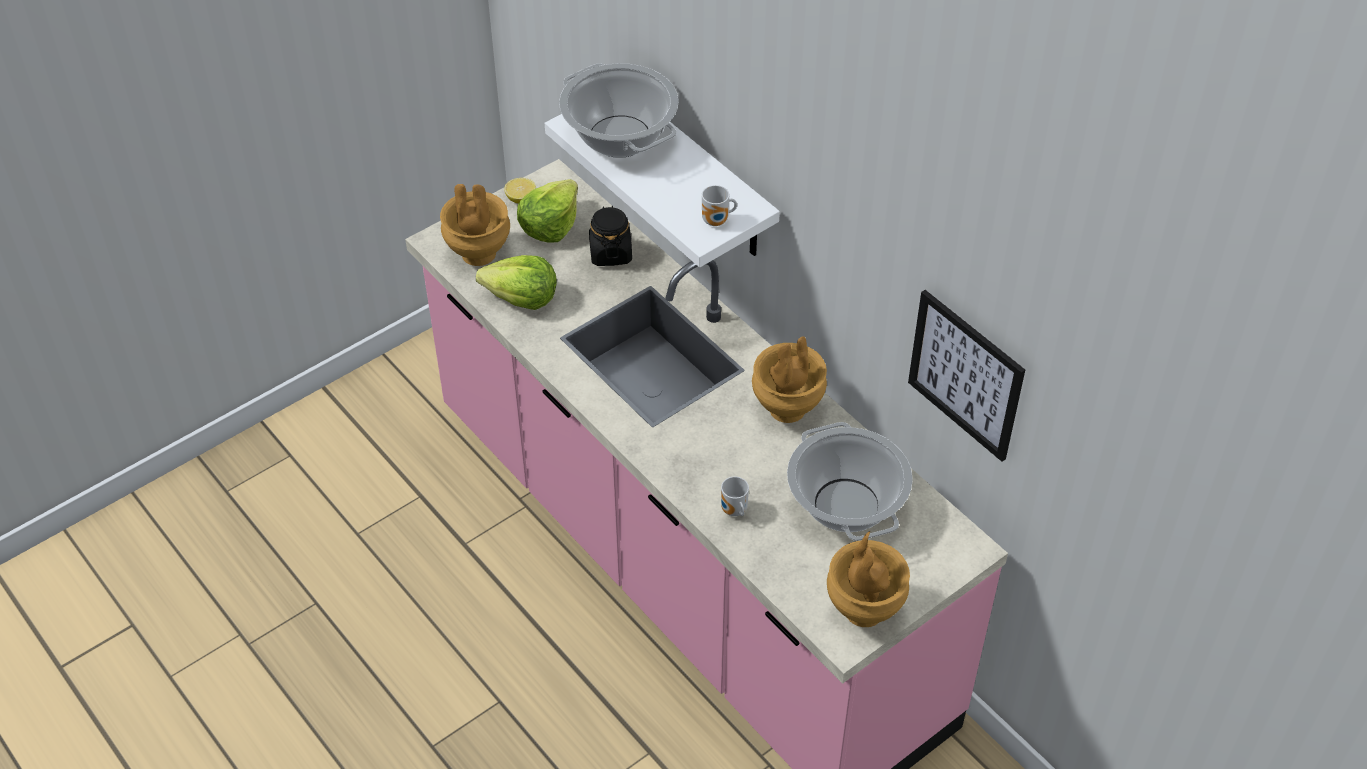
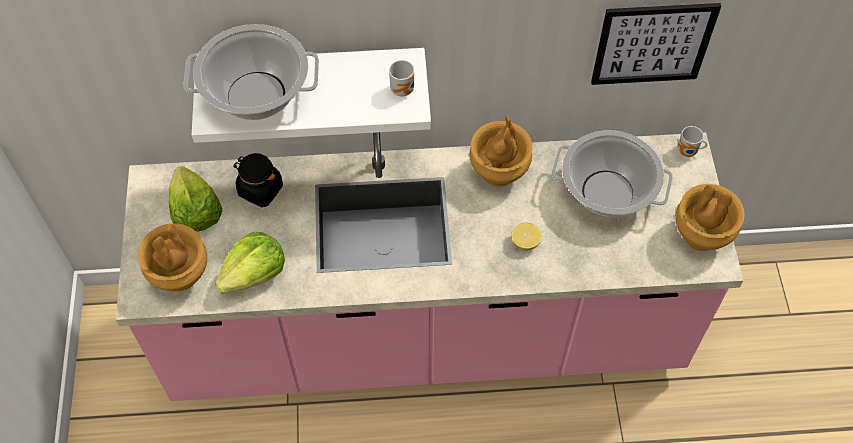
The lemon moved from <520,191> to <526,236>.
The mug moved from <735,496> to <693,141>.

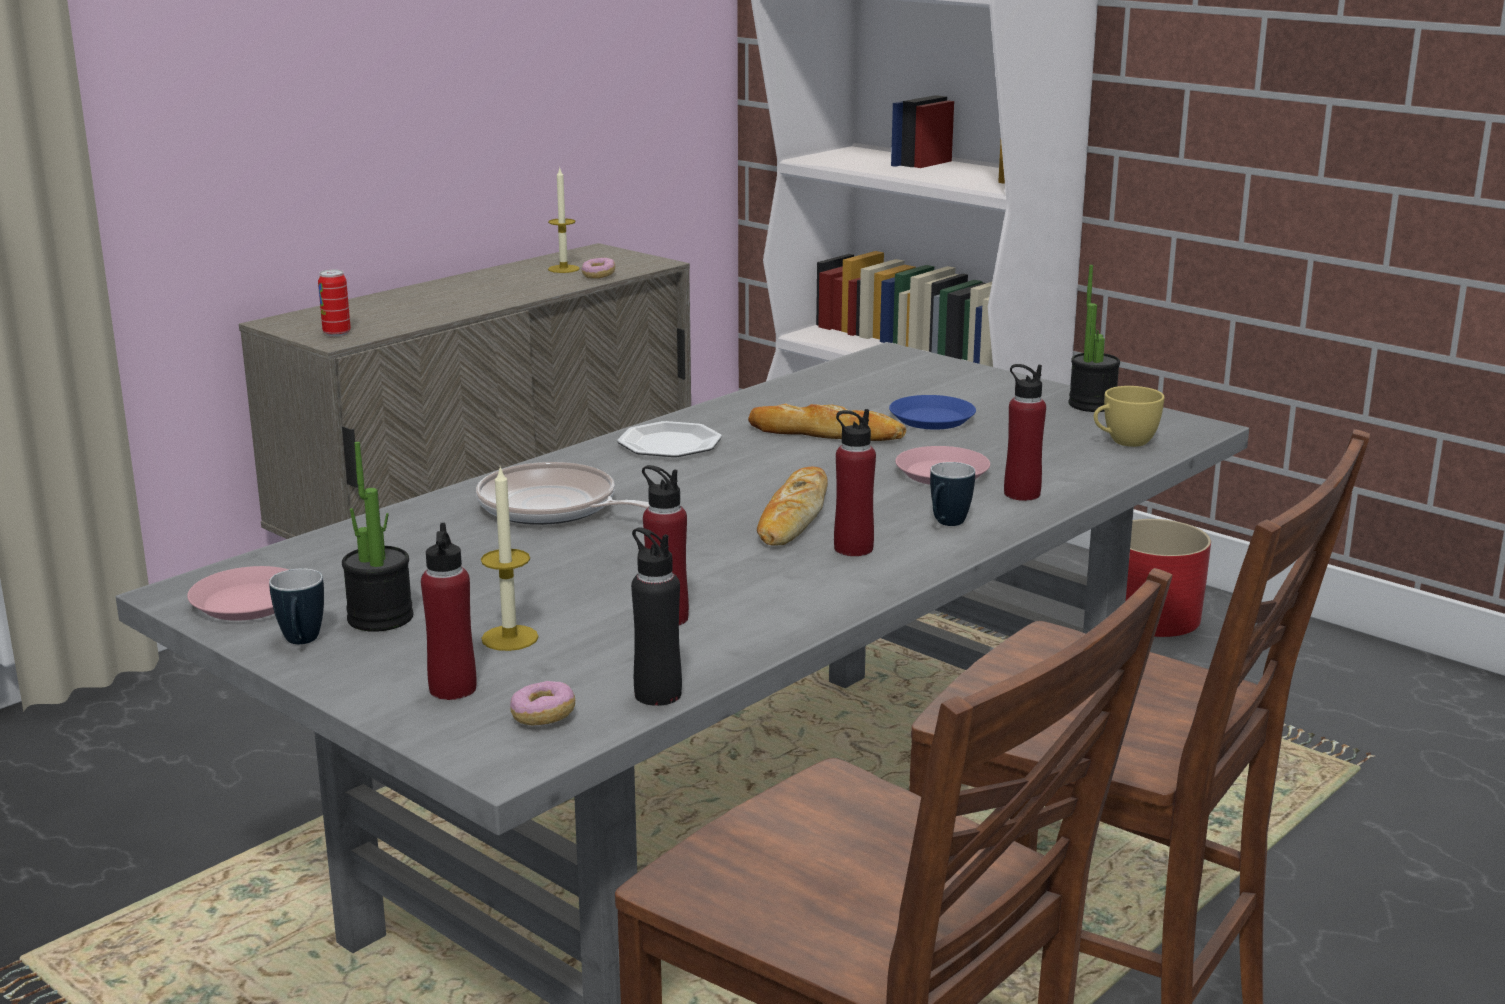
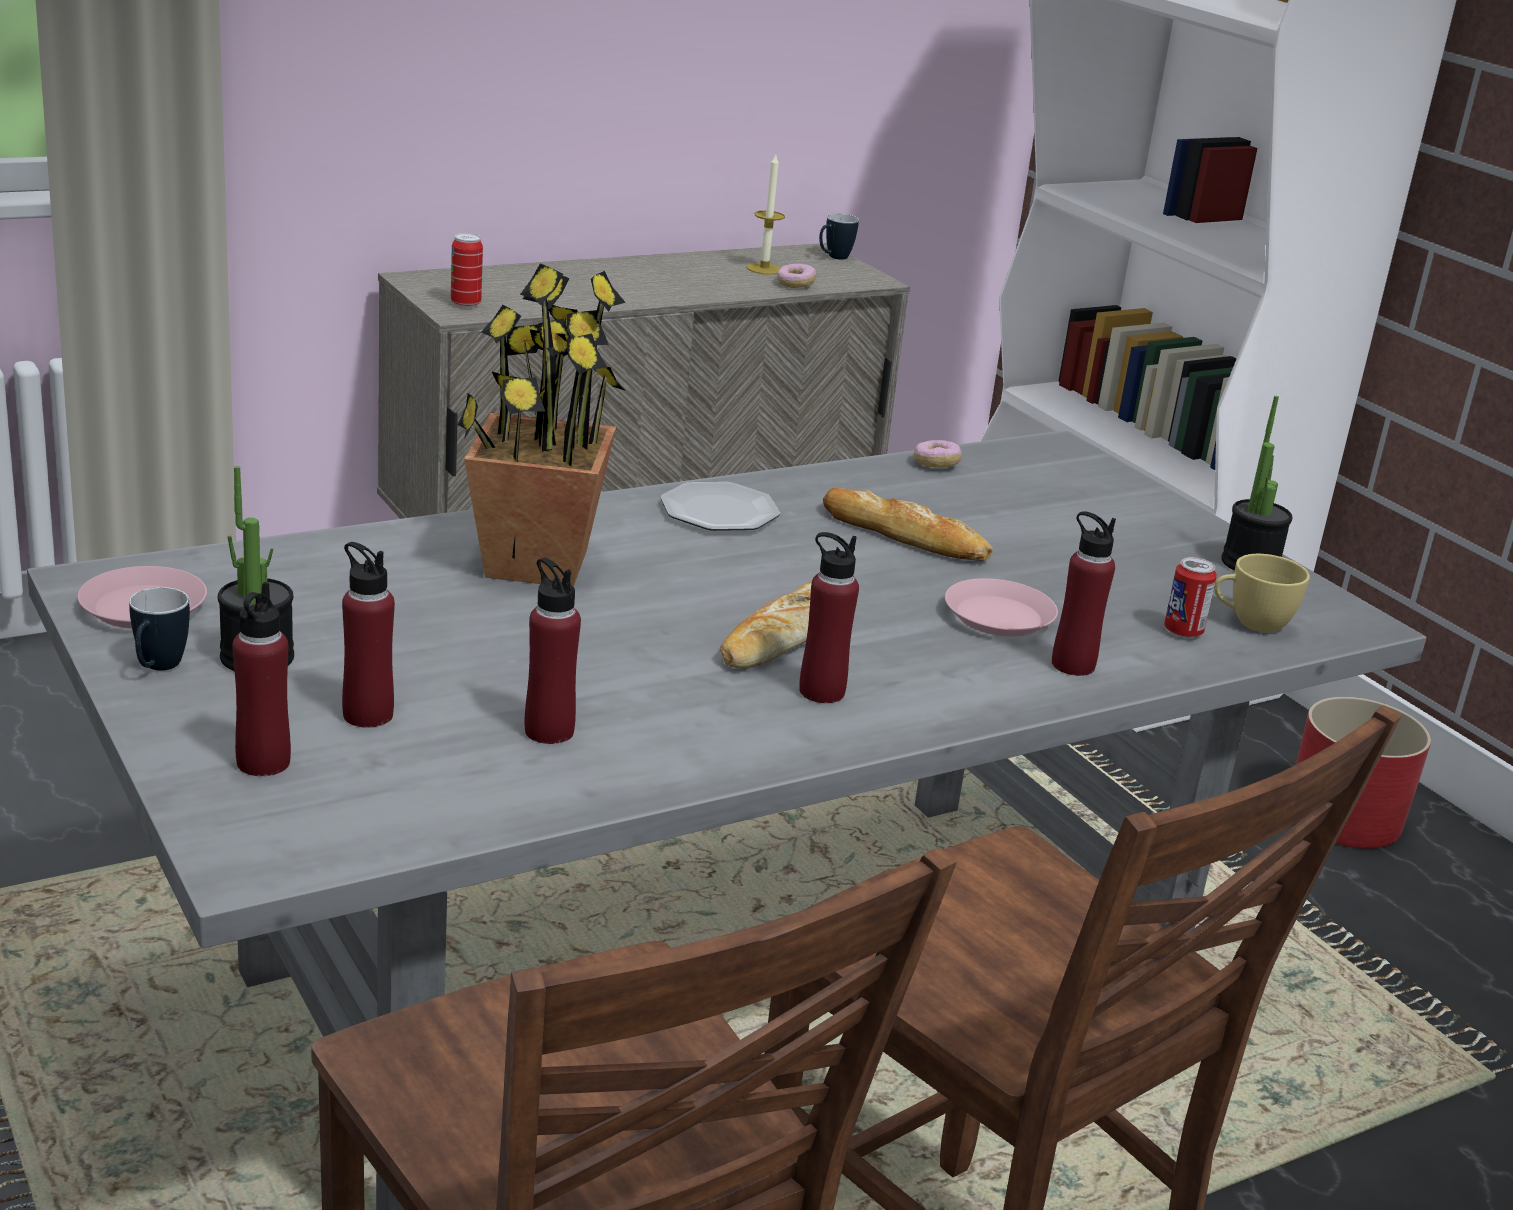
The frying pan at <562,493> was replaced by the potted plant at <542,425>.
The candle at <509,558> was replaced by the bottle/red at <368,635>.
The donut moved from <542,703> to <938,454>.
The bottle/black at <656,616> disappeared.
The plate/blue at <932,412> disappeared.
The mug moved from <952,494> to <839,237>.
The can at <1190,597> appeared.

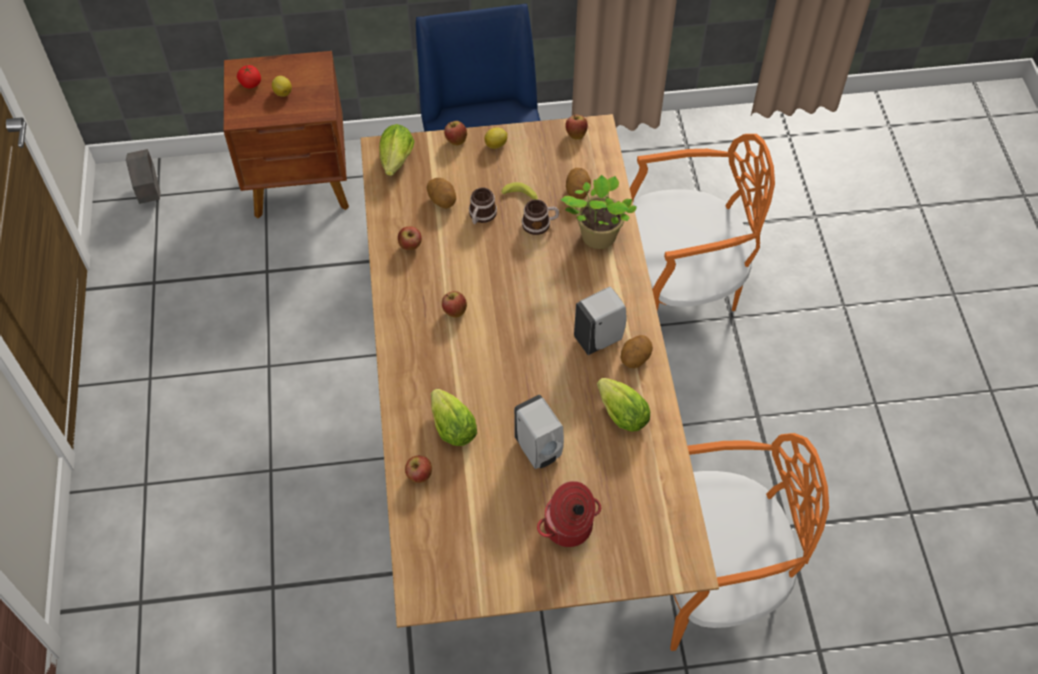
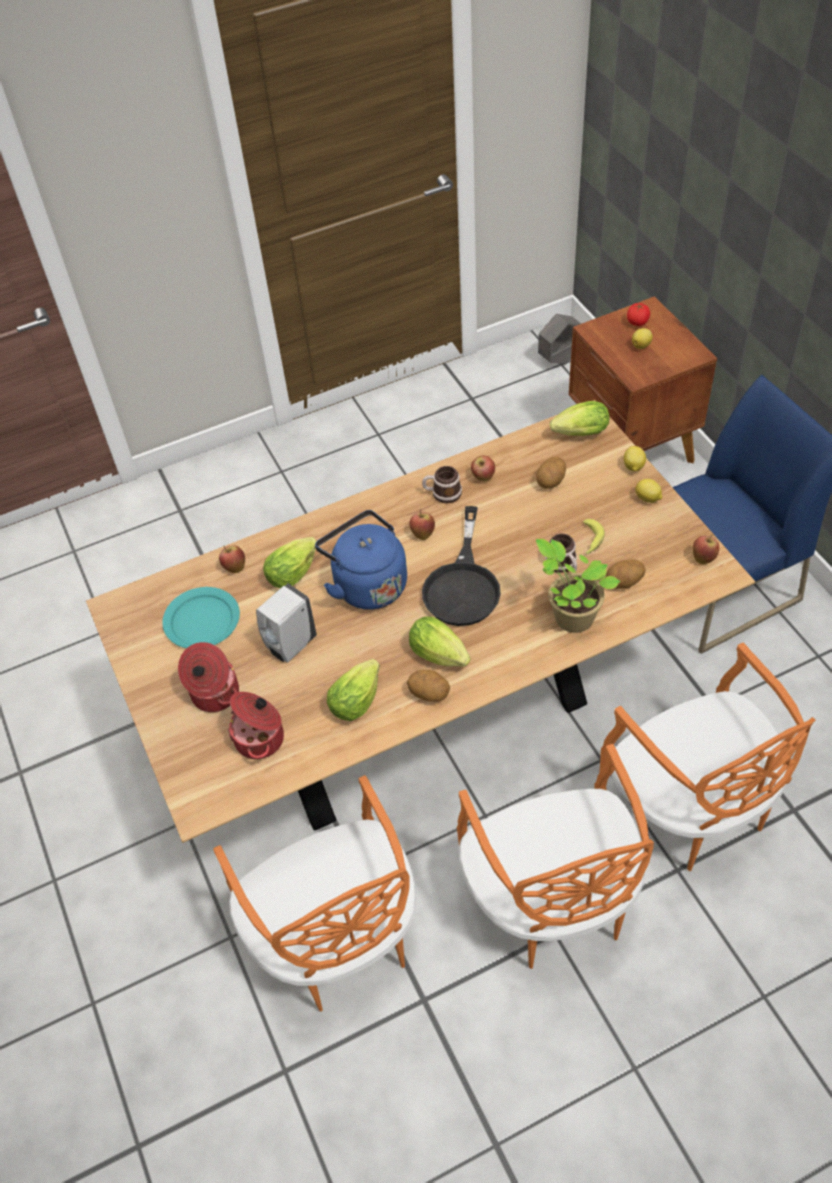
The apple at <455,133> was replaced by the lemon at <635,459>.
The mug moved from <483,205> to <442,484>.
The soap dispenser/white at <600,321> was replaced by the lettuce at <440,641>.
The plate/turquoise at <201,617> appeared.
The cooking pot at <256,725> appeared.
The kettle/blue at <361,560> appeared.
The frying pan/black at <461,566> appeared.
The chair/orange at <555,856> appeared.

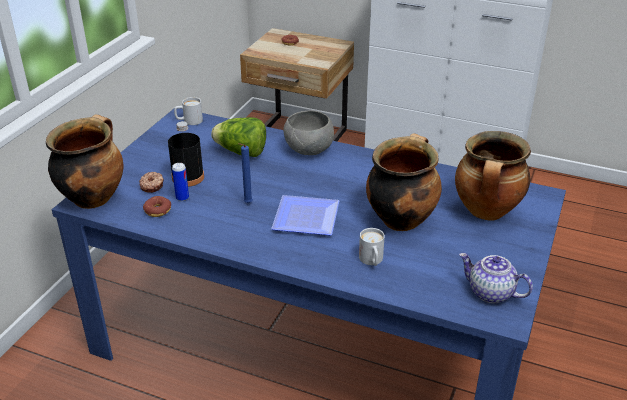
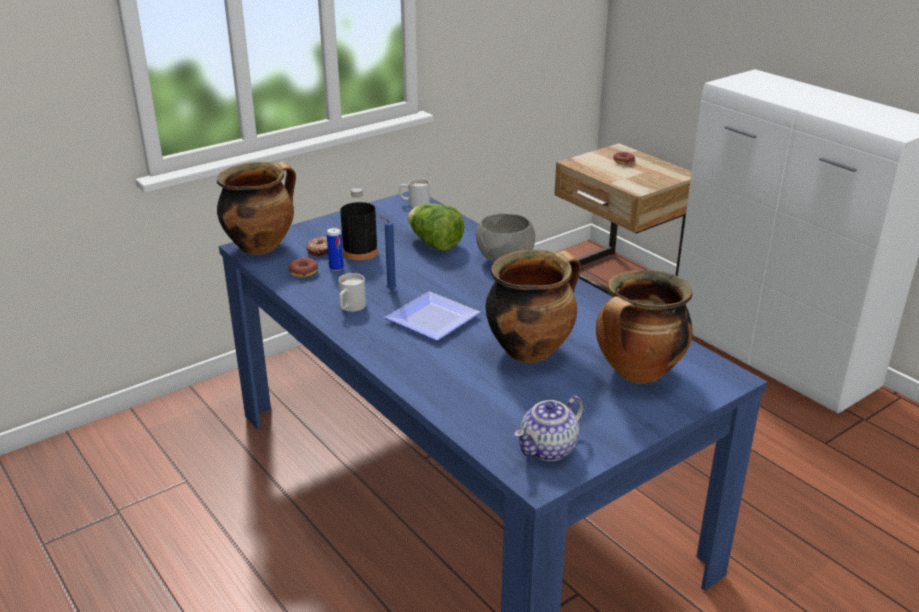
The mug/white moved from <372,247> to <352,292>.
The teapot at <496,278> turned 105 degrees counterclockwise.

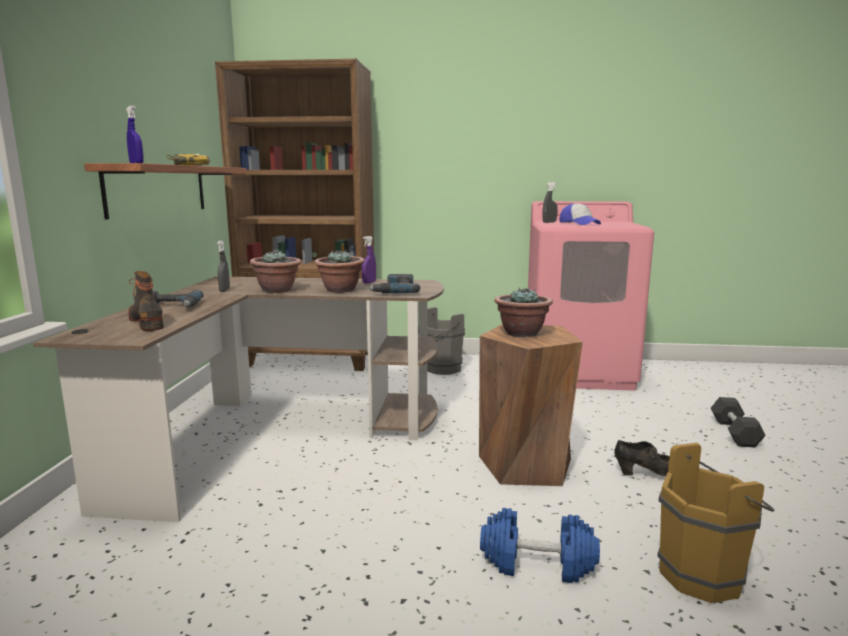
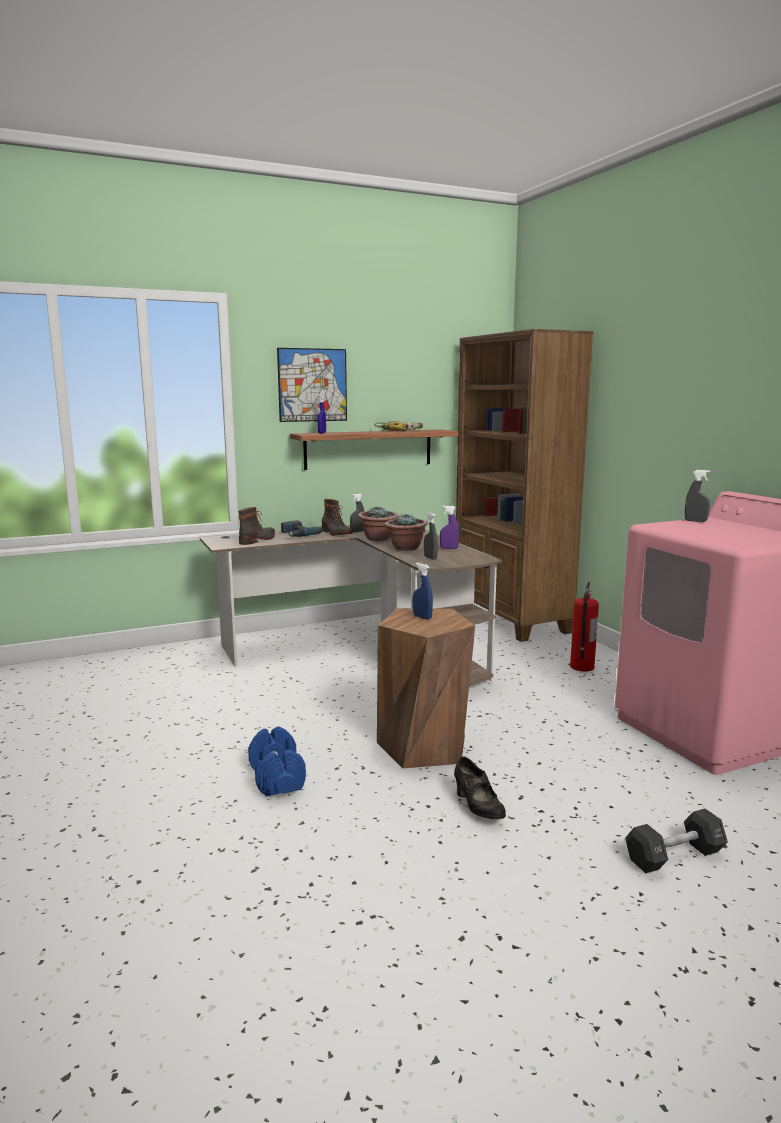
The power drill at <394,283> was replaced by the spray bottle/grey at <431,536>.
The bucket/grey at <441,341> was replaced by the fire extinguisher at <584,627>.
The potted plant at <523,312> was replaced by the spray bottle/blue at <423,591>.
The cap at <580,214> disappeared.
The bucket/brown at <716,523> disappeared.
The picture at <312,385> appeared.
The boot at <337,517> appeared.

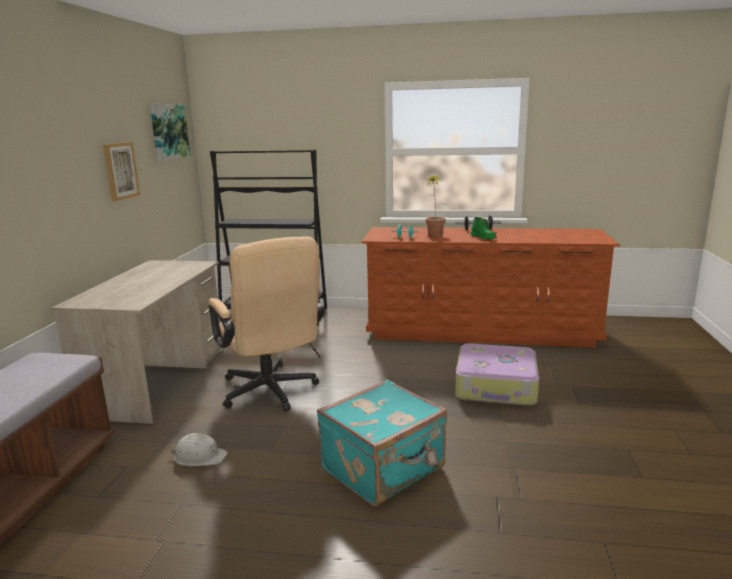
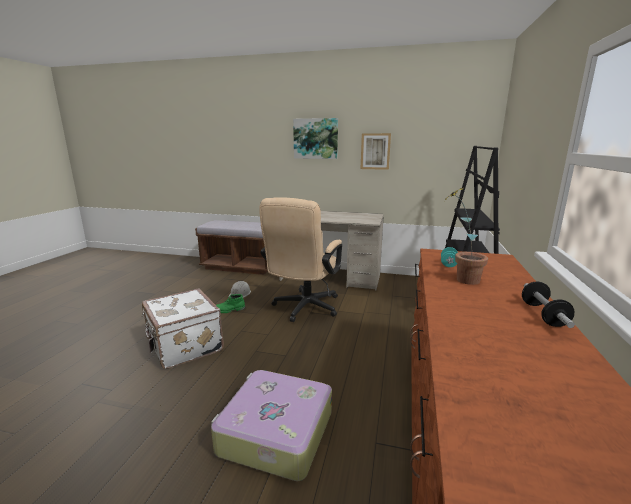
The picture moved from <170,133> to <315,138>.
The office chair/beige at <267,323> turned 45 degrees counterclockwise.
The suitcase/turquoise at <382,442> became the suitcase/white at <183,328>.
The boot/green moved from <484,228> to <230,303>.

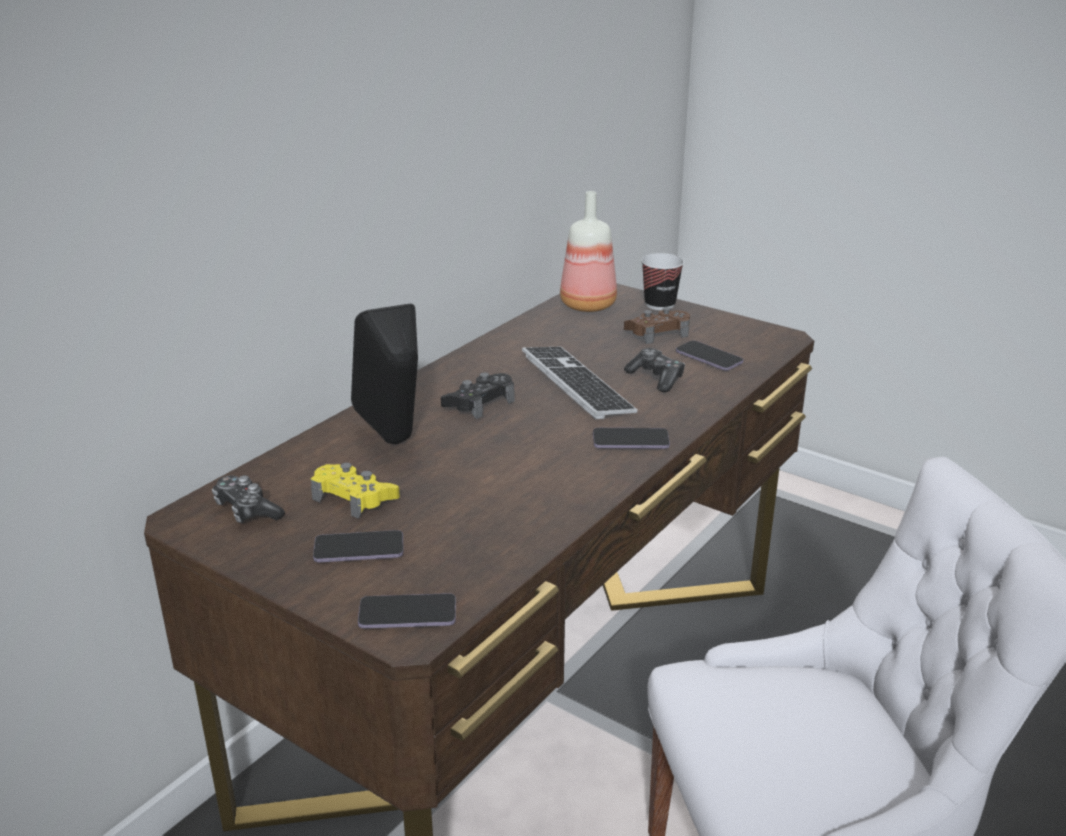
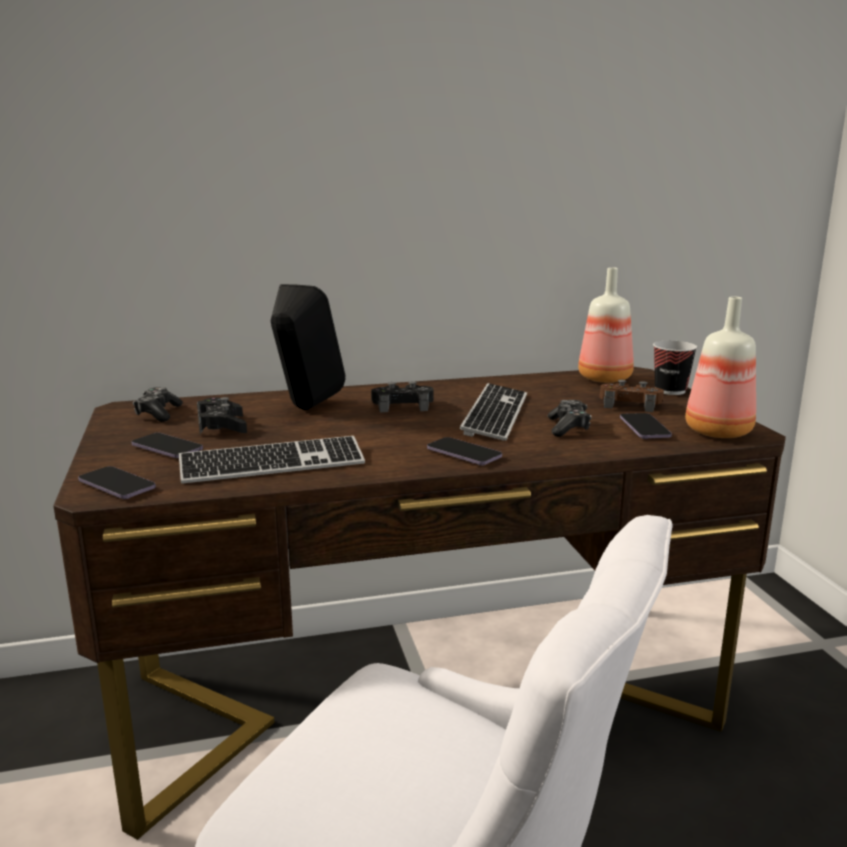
The game controller/yellow at <355,491> became the game controller/black at <222,415>.
The keyboard at <272,460> appeared.
The bottle at <720,367> appeared.

